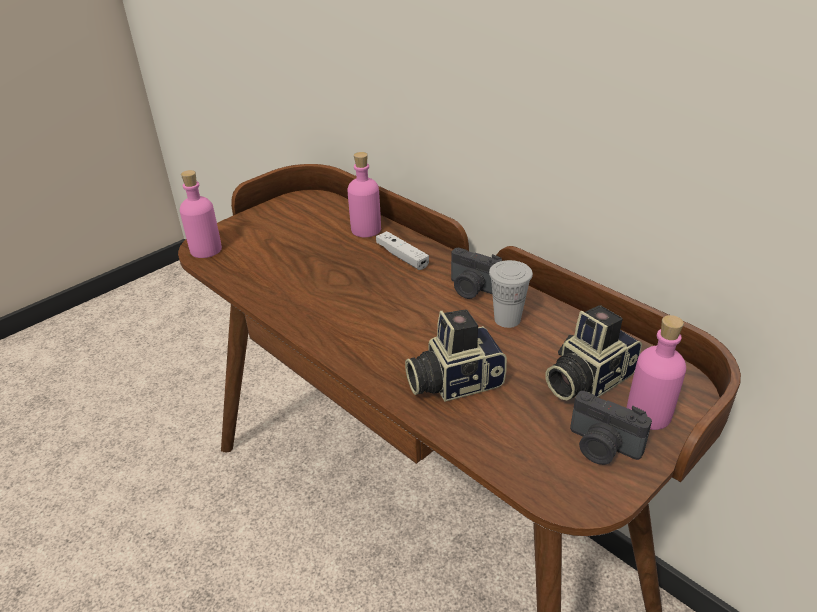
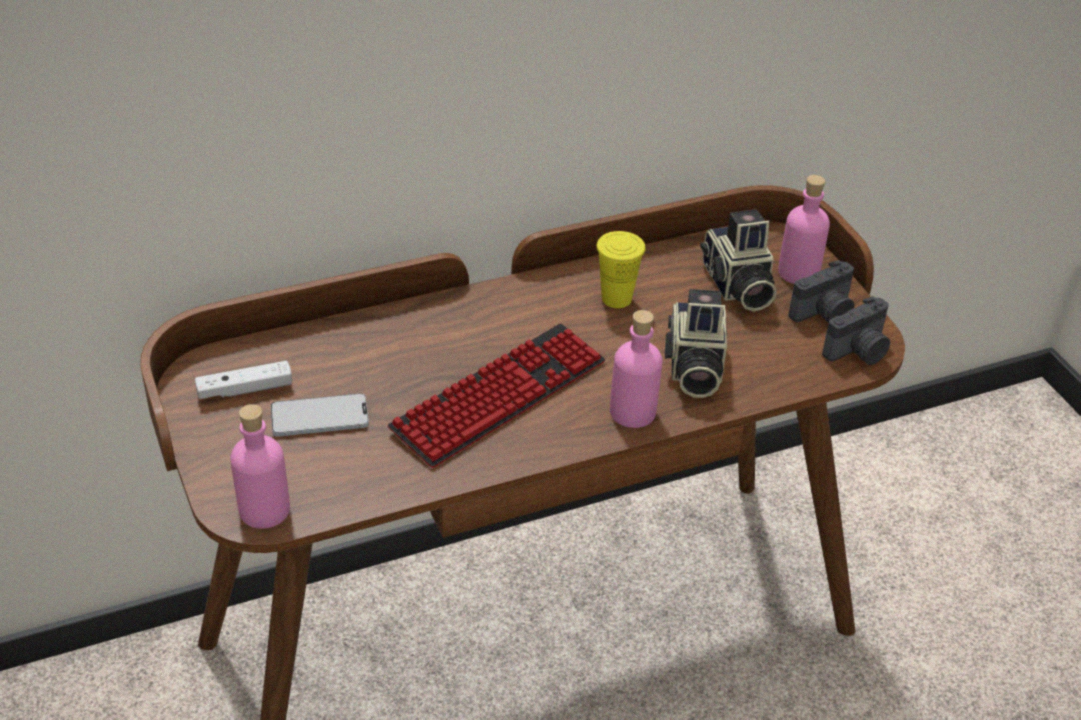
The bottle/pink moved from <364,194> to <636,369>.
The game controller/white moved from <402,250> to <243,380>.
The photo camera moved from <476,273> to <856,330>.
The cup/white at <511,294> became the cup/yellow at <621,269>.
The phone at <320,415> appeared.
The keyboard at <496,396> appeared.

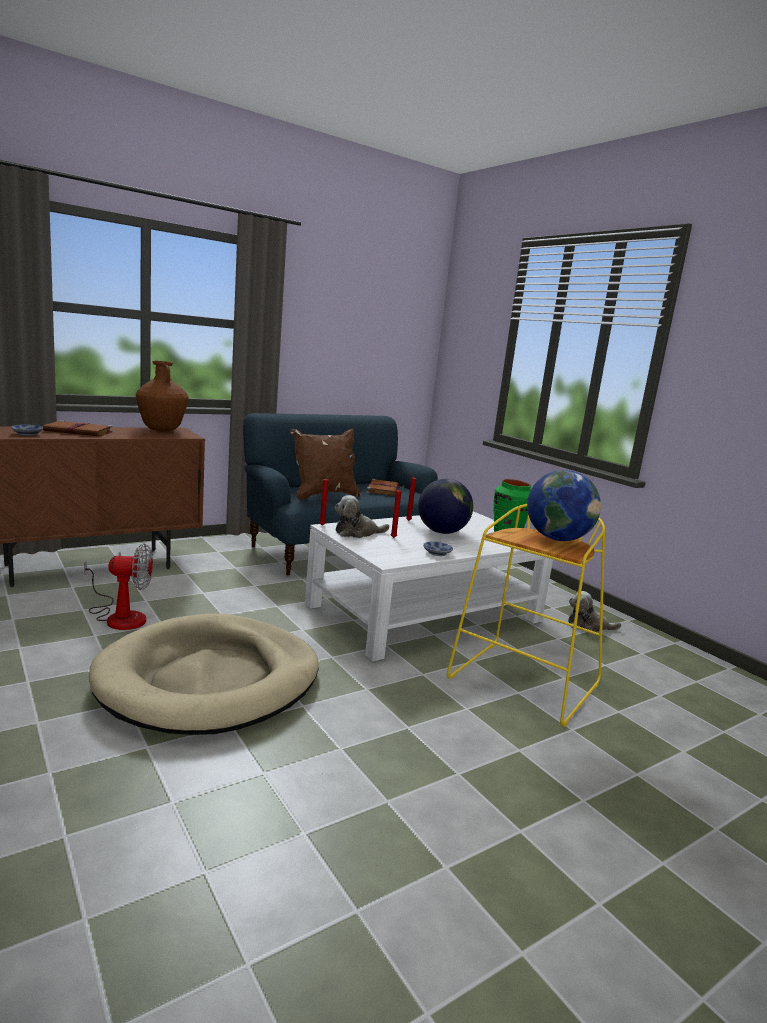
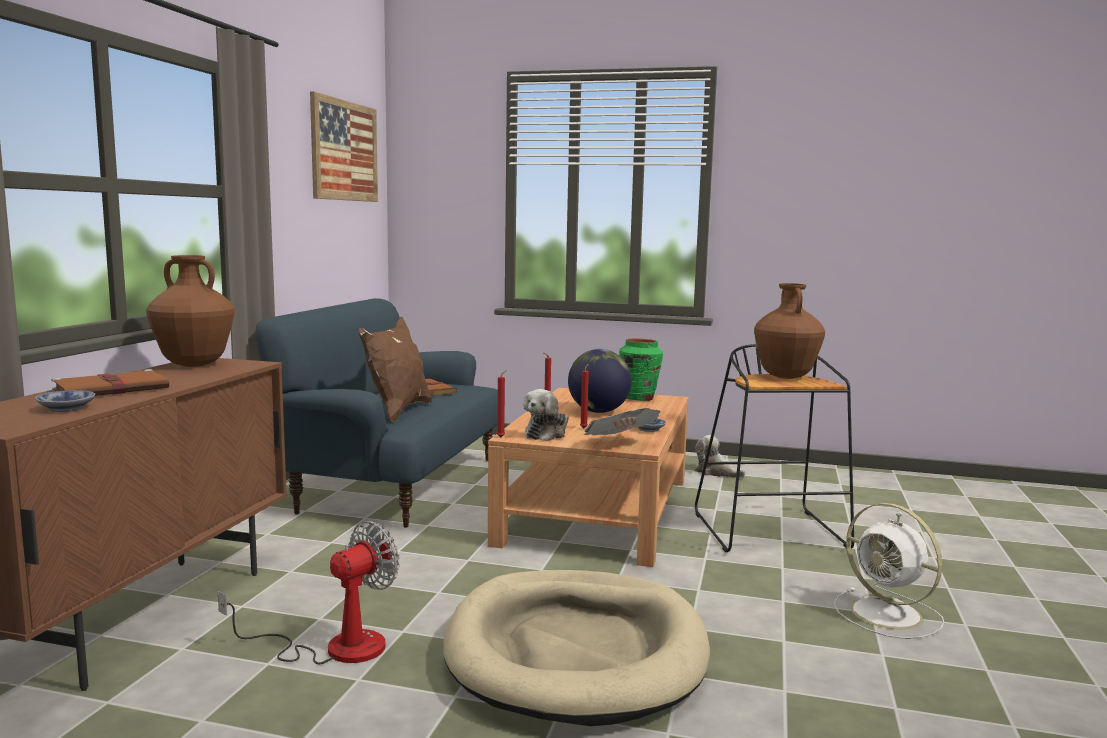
The coffee table/white at <429,586> became the coffee table/brown at <588,477>.
The stool/yellow at <526,615> became the stool/black at <774,448>.
The globe at <564,505> was replaced by the vase/brown at <789,331>.
The plush toy at <594,611> turned 75 degrees clockwise.
The picture at <344,146> appeared.
The newspaper at <622,421> appeared.
The fan/white at <889,571> appeared.

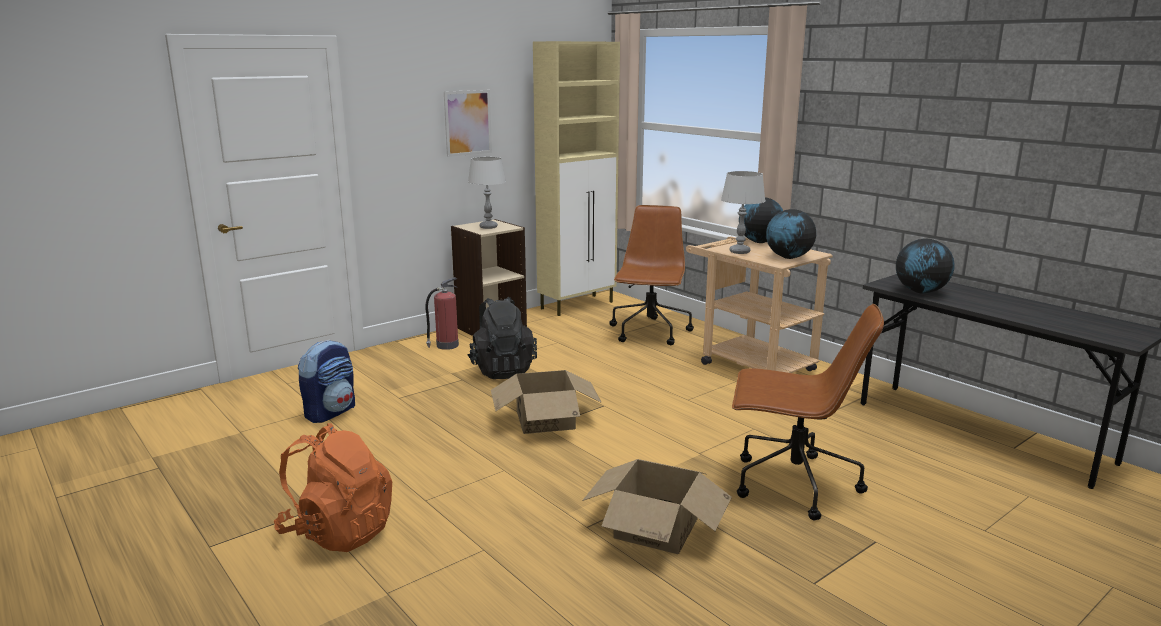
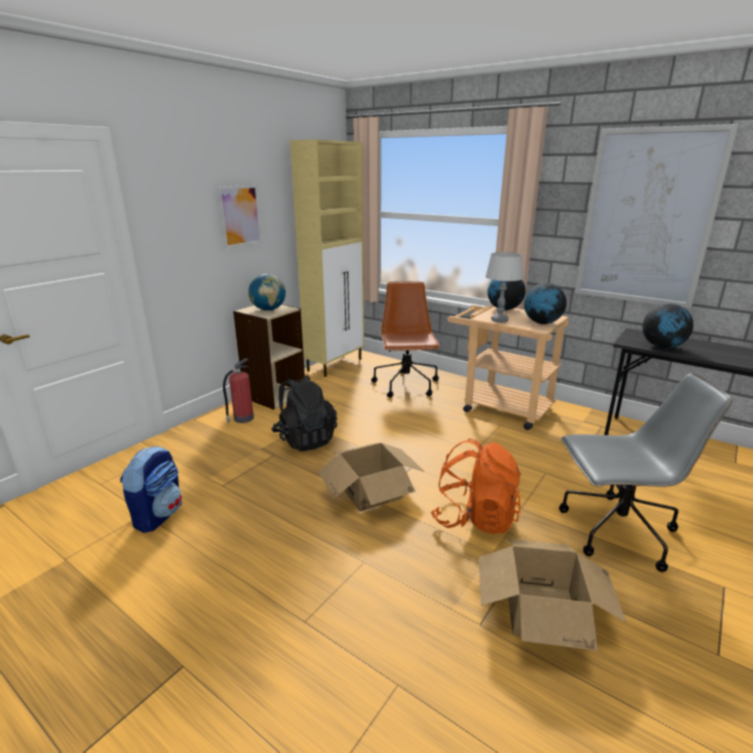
The backpack/orange moved from <333,487> to <476,486>.
The table lamp/grey at <487,193> was replaced by the globe at <267,292>.
The office chair/brown at <808,412> became the office chair/grey at <645,472>.
The picture at <657,216> appeared.

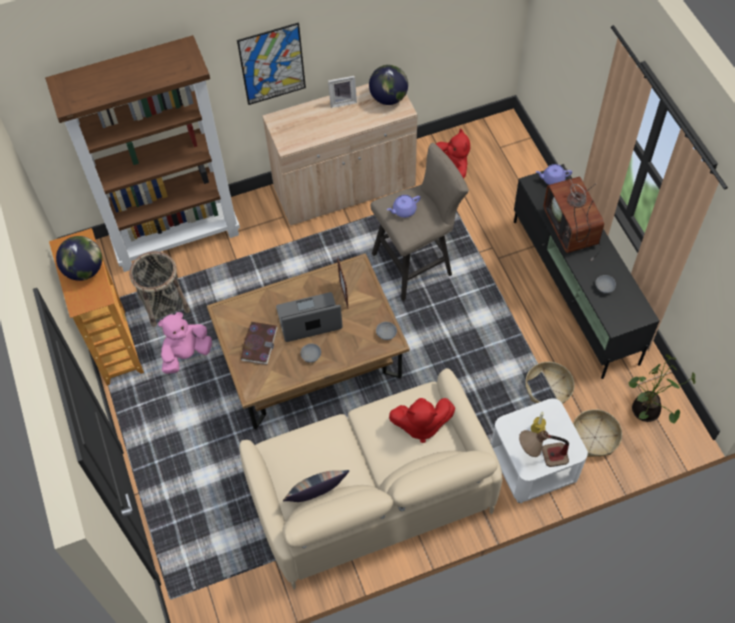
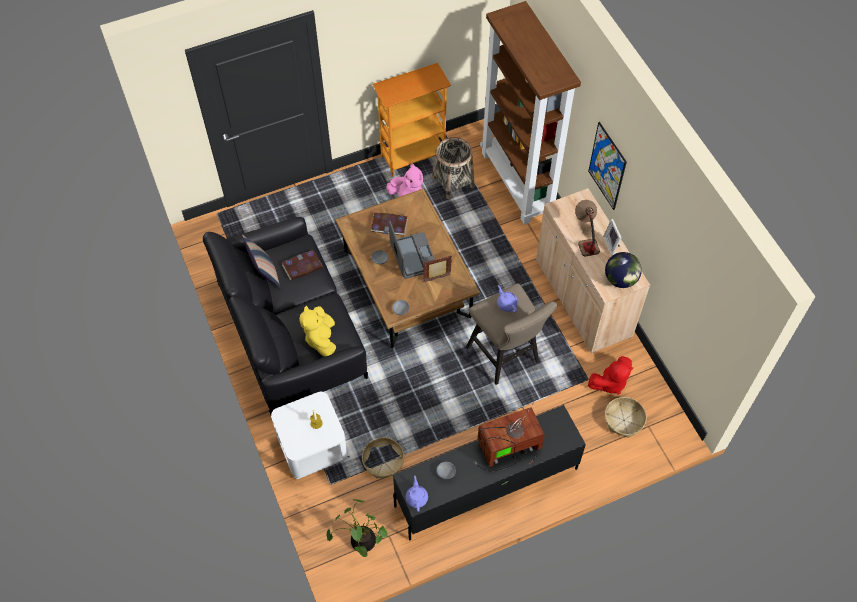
The globe at <79,258> disappeared.
The sofa/beige at <371,478> became the sofa/black at <285,316>.
The plush toy/red at <422,420> became the plush toy/yellow at <318,331>.
The table lamp moved from <544,448> to <587,228>.
The teapot/purple moved from <554,174> to <417,494>.
The basket moved from <597,433> to <626,417>.
The book at <302,265> appeared.

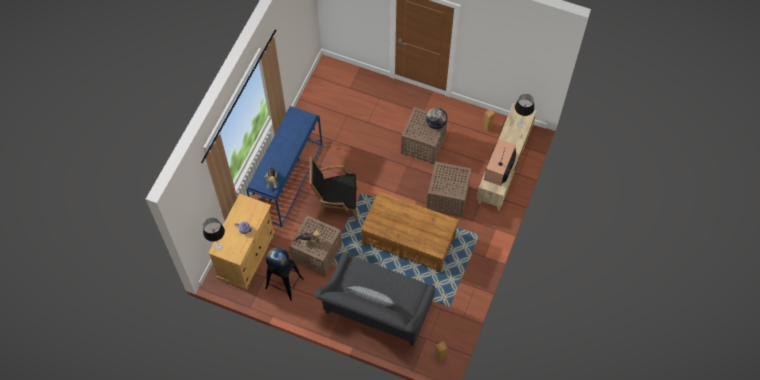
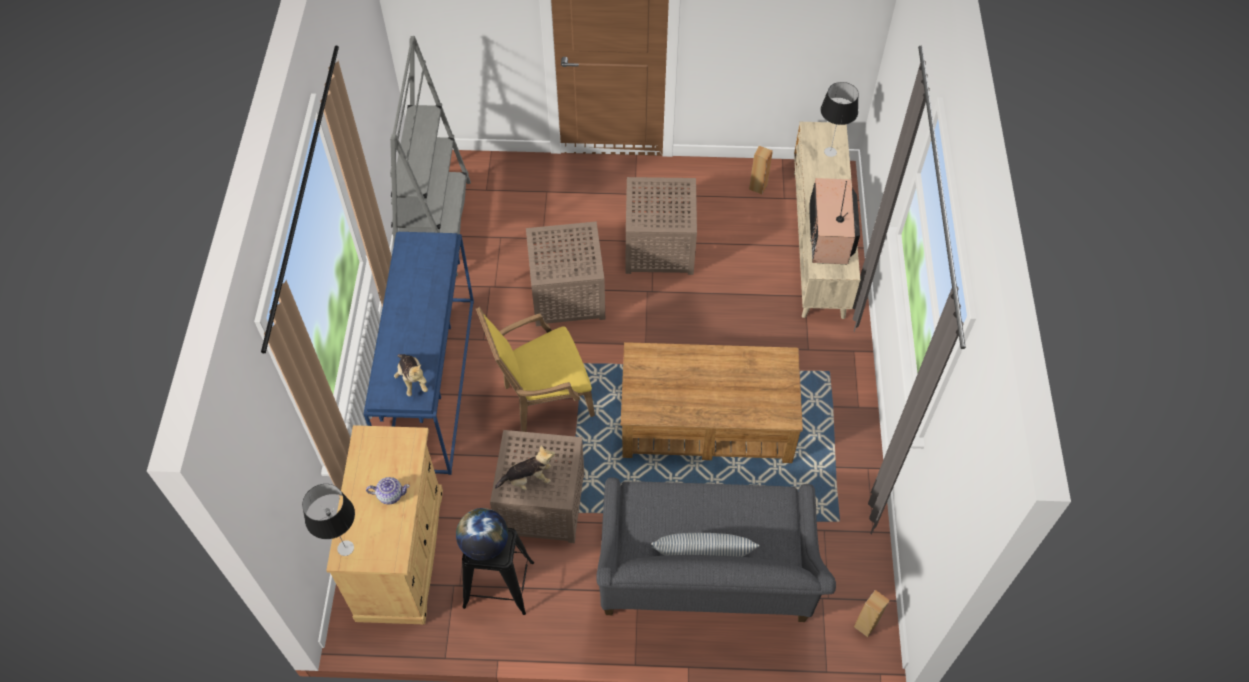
The armchair/black at <333,188> became the armchair/yellow at <535,369>.
The globe at <437,118> disappeared.
The side table/brown moved from <449,189> to <565,274>.
The bookcase/grey at <430,156> appeared.

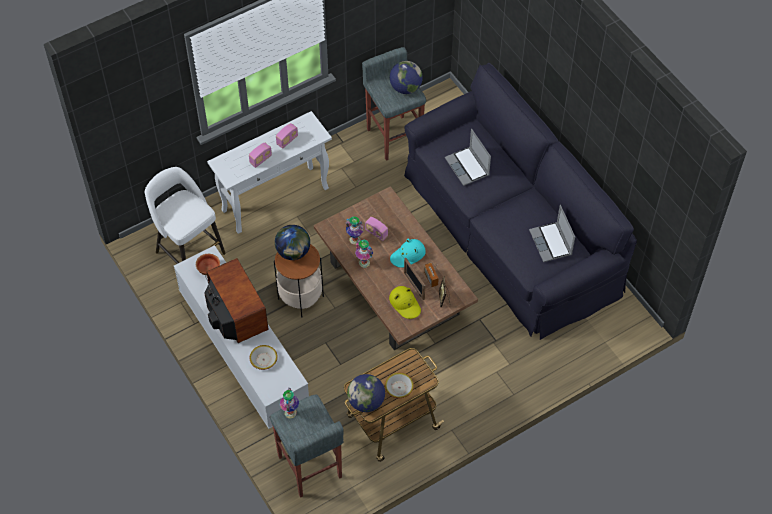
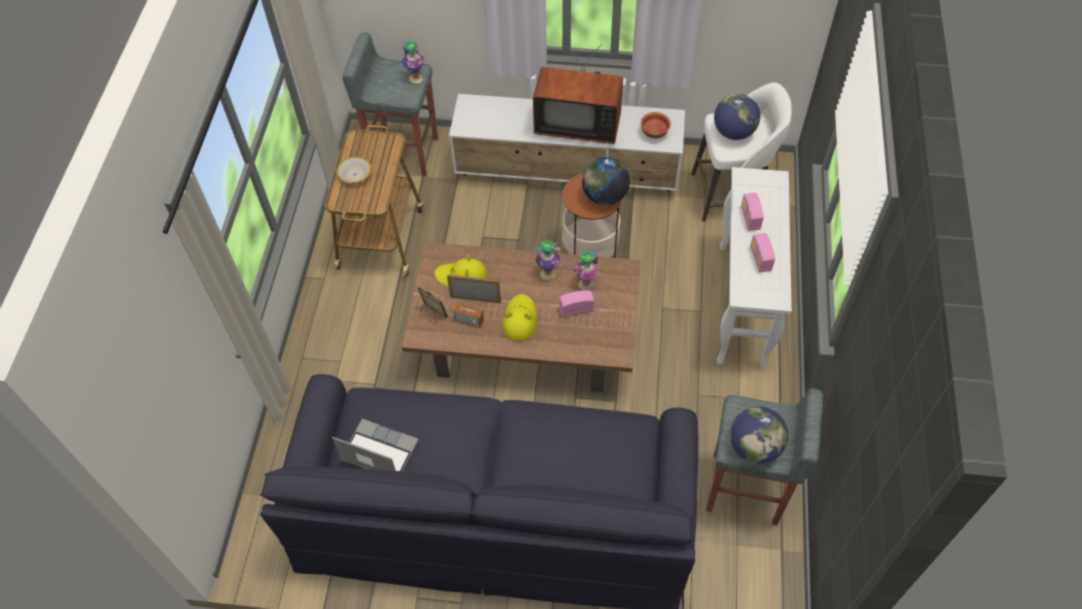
The bowl at <264,357> disappeared.
The globe moved from <366,393> to <737,117>.
The hat/turquoise at <408,253> became the hat/yellow at <519,317>.
The laptop at <468,157> disappeared.

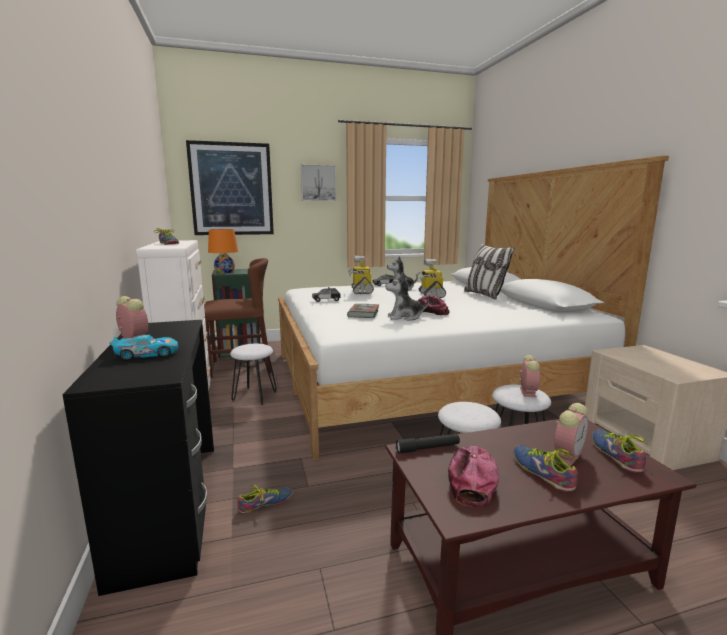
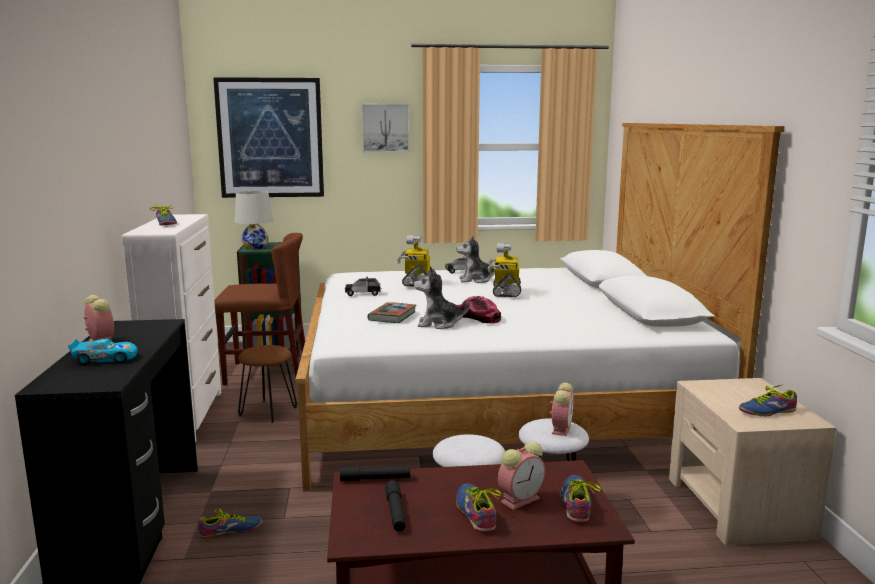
The table lamp/orange at <223,251> became the table lamp/white at <254,220>.
The stool/white at <253,374> became the stool/brown at <267,384>.
The cap at <473,476> was replaced by the flashlight/black at <395,506>.
The pillow at <489,271> disappeared.
The shoe at <768,400> appeared.

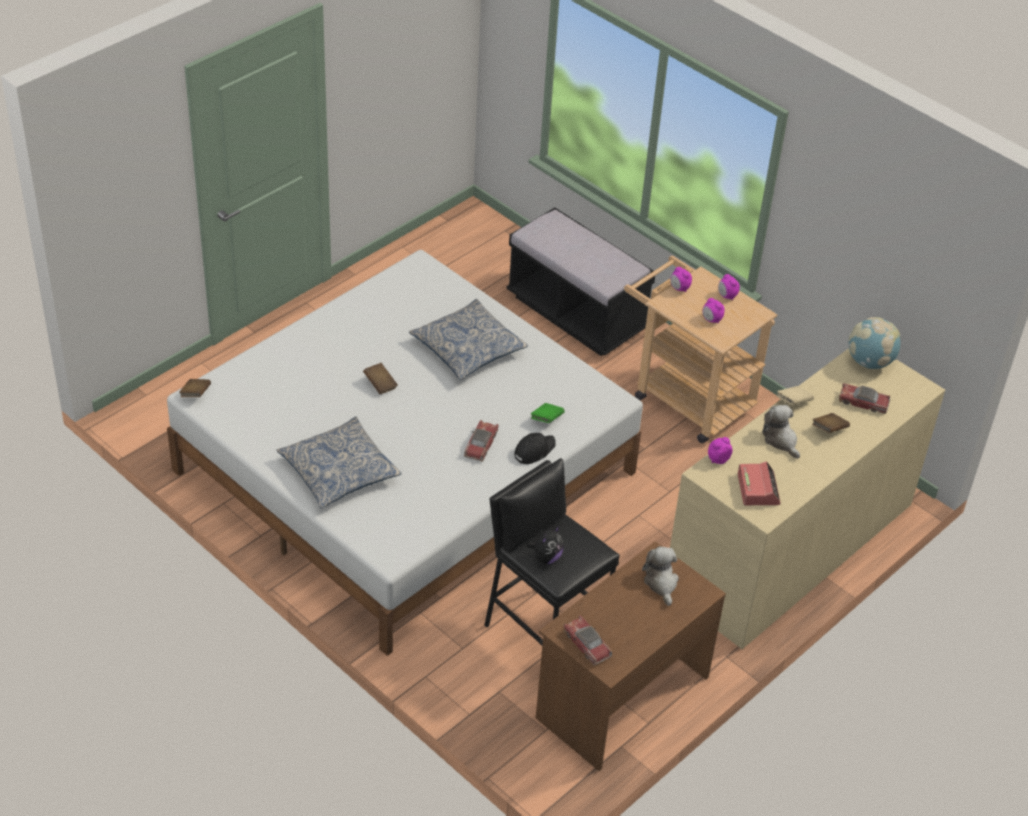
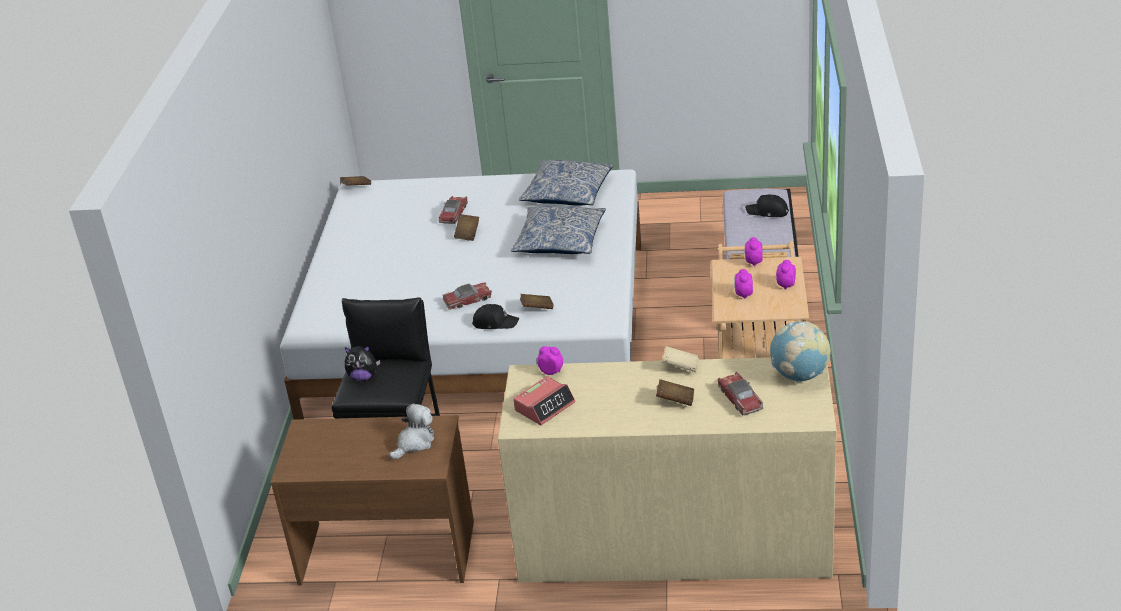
The pillow moved from <339,462> to <566,183>.
The book/green at <548,413> became the book/brown at <537,301>.
The toy car moved from <588,640> to <453,210>.
The plush toy at <781,432> disappeared.
The cap/black at <767,205> appeared.

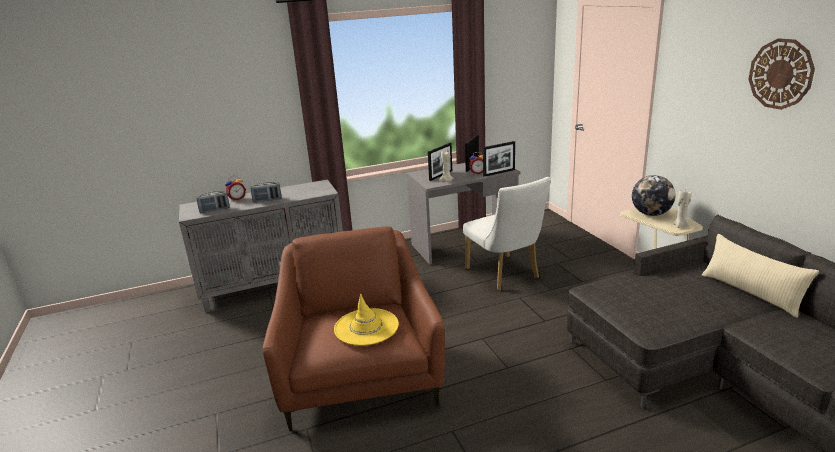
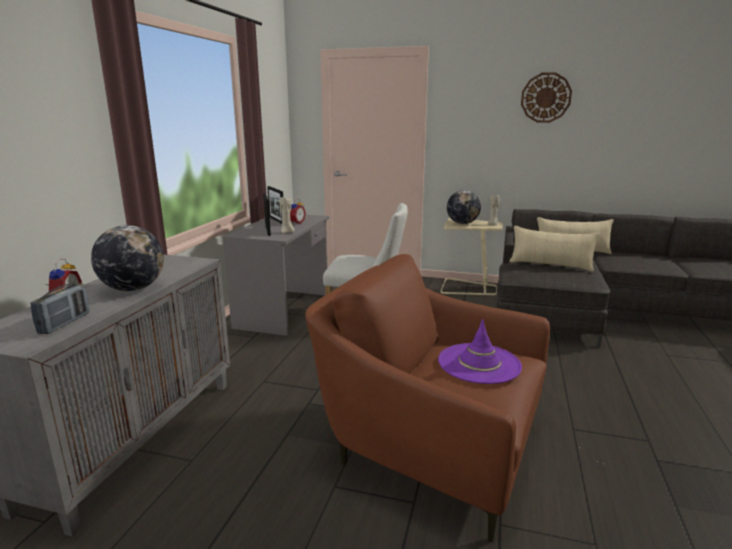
The radio at <266,192> was replaced by the globe at <127,258>.
The hat/yellow at <366,320> became the hat/purple at <480,351>.
The picture frame at <499,159> disappeared.
The pillow/beige at <554,249> appeared.

